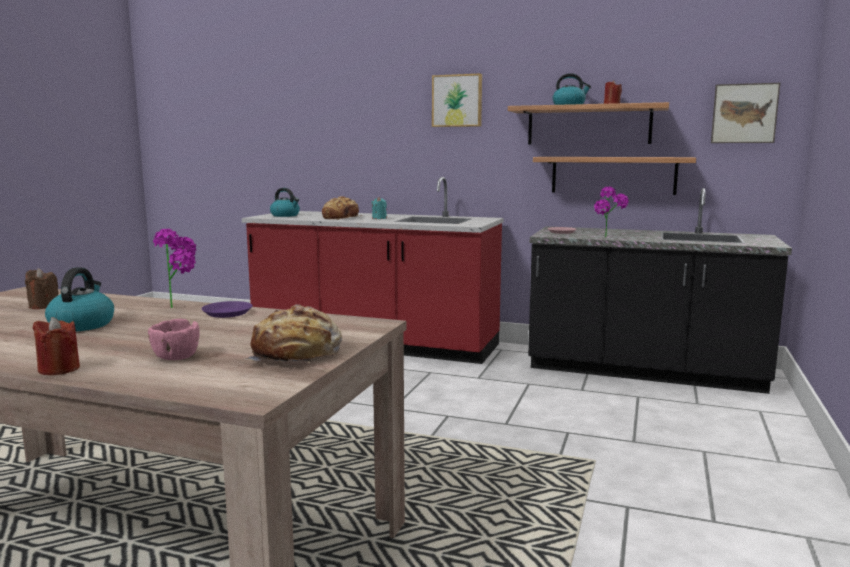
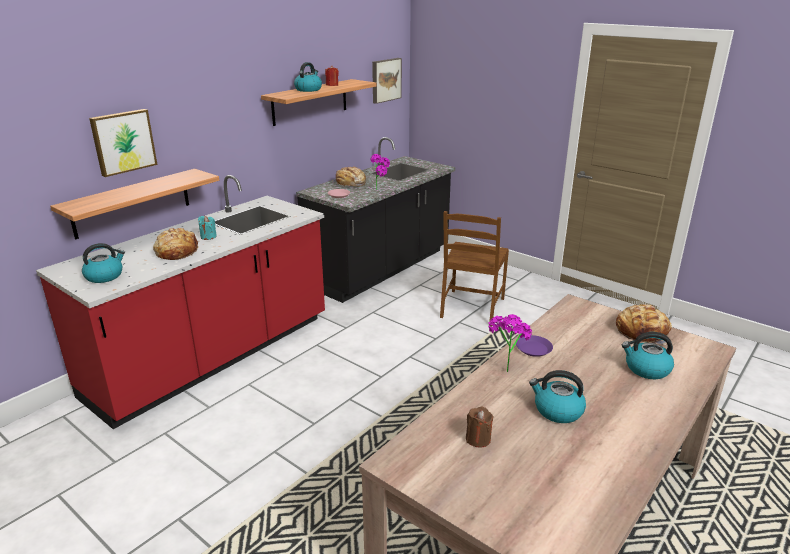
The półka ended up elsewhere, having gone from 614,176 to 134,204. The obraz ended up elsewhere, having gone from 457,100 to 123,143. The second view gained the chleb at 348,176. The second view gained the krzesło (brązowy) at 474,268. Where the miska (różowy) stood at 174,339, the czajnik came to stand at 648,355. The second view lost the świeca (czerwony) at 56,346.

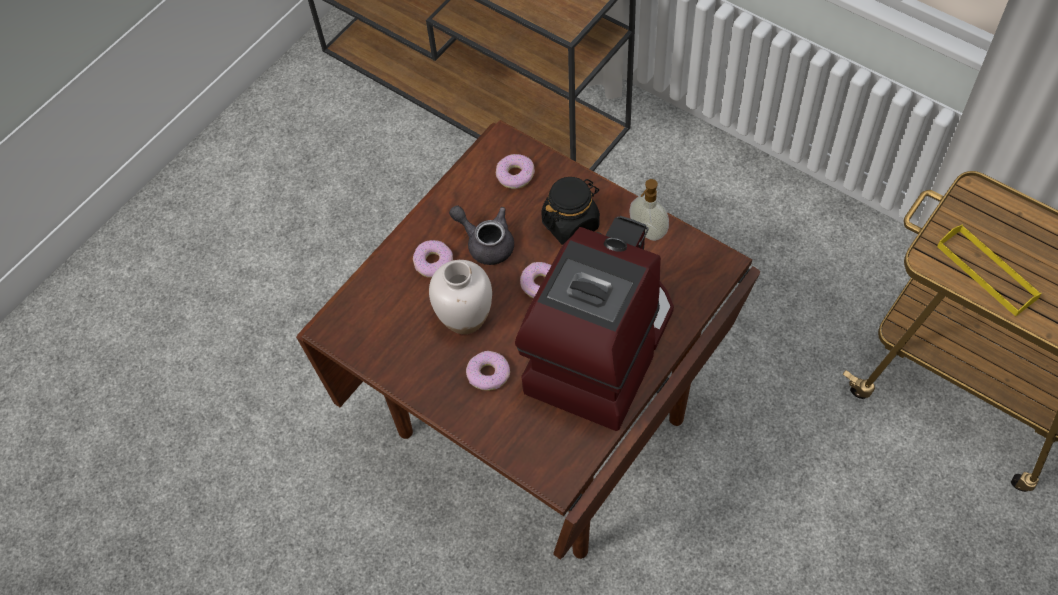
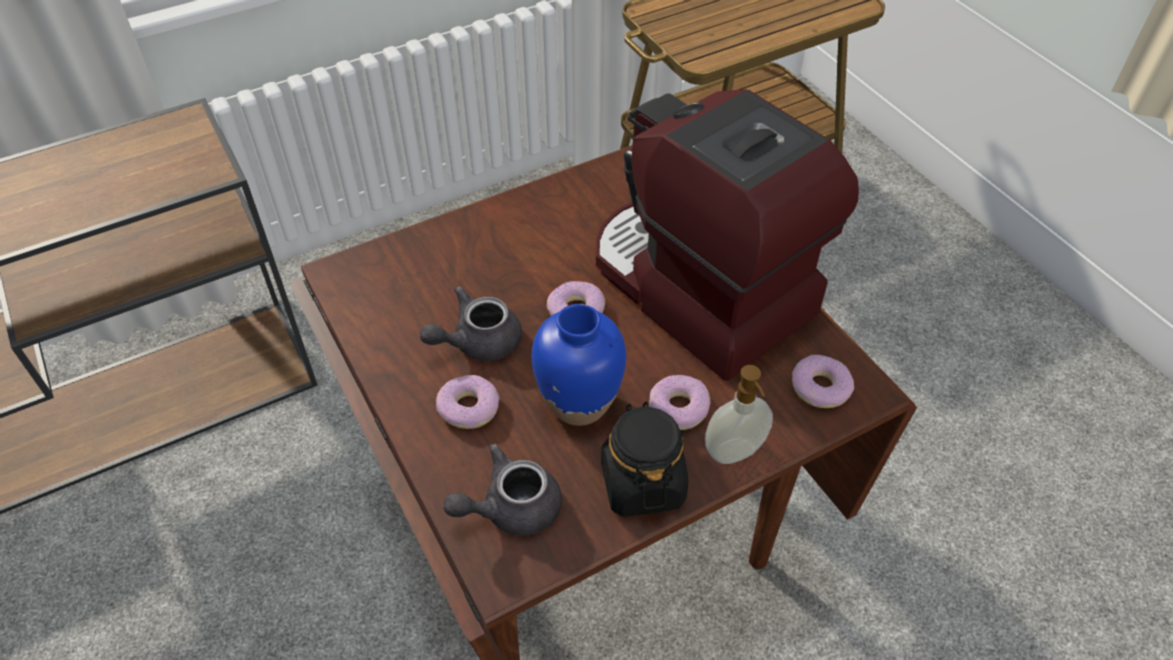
The second view gained the imbryk (szary) at 502,489. What was the wazon (biały) at 460,297 turned into the wazon (niebieski) at 579,365. The słoik (czarny) ended up elsewhere, having gone from 570,211 to 644,459. The dozownik mydła ended up elsewhere, having gone from 649,210 to 739,414. The donut ended up elsewhere, having gone from 515,171 to 823,381. The second view lost the taca (żółty) at 989,270.

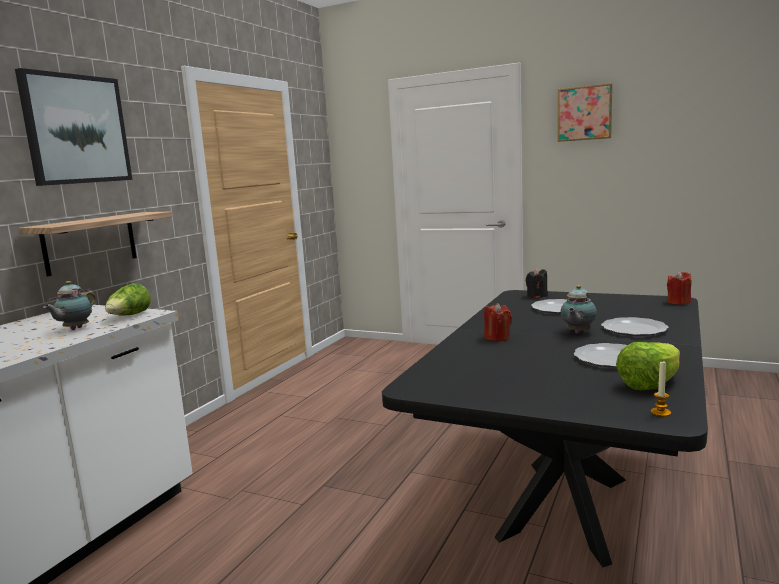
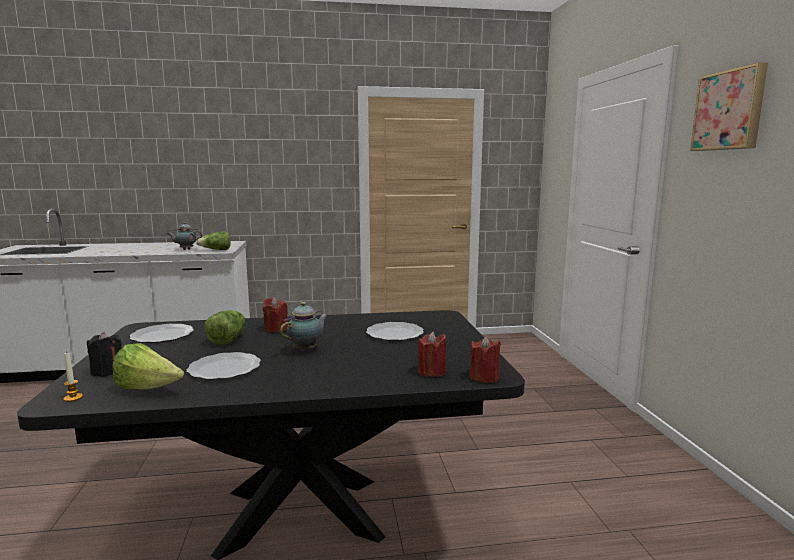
The świeca (czarny) ended up elsewhere, having gone from 537,283 to 104,354. The talerz ended up elsewhere, having gone from 635,326 to 162,333. The second view gained the sałata at 225,327. The imbryk at 578,309 ended up facing another way, 135 degrees clockwise from before. The second view gained the świeca (czerwony) at 432,354. The second view lost the obraz at 73,127. The second view lost the półka at 95,243.

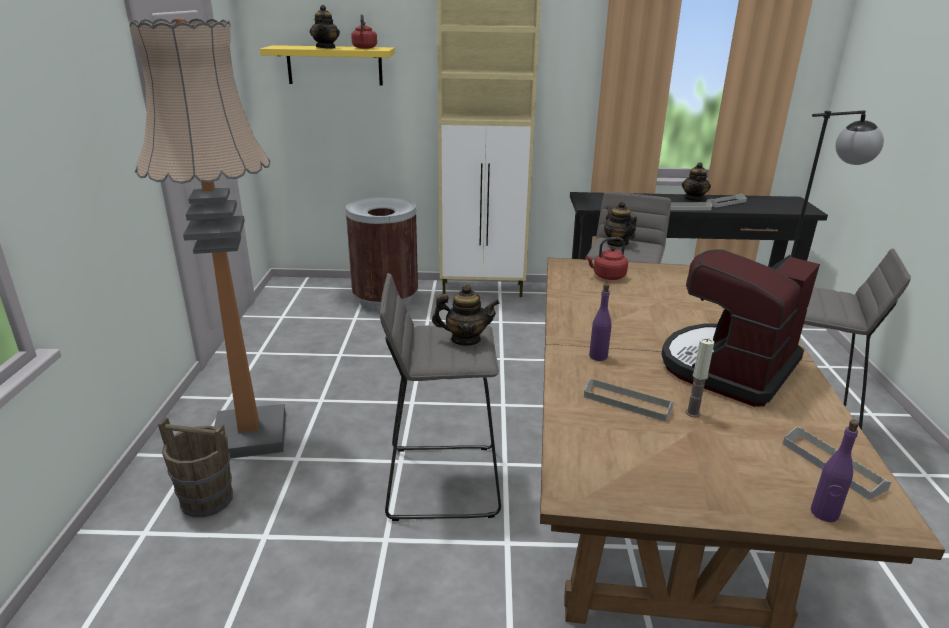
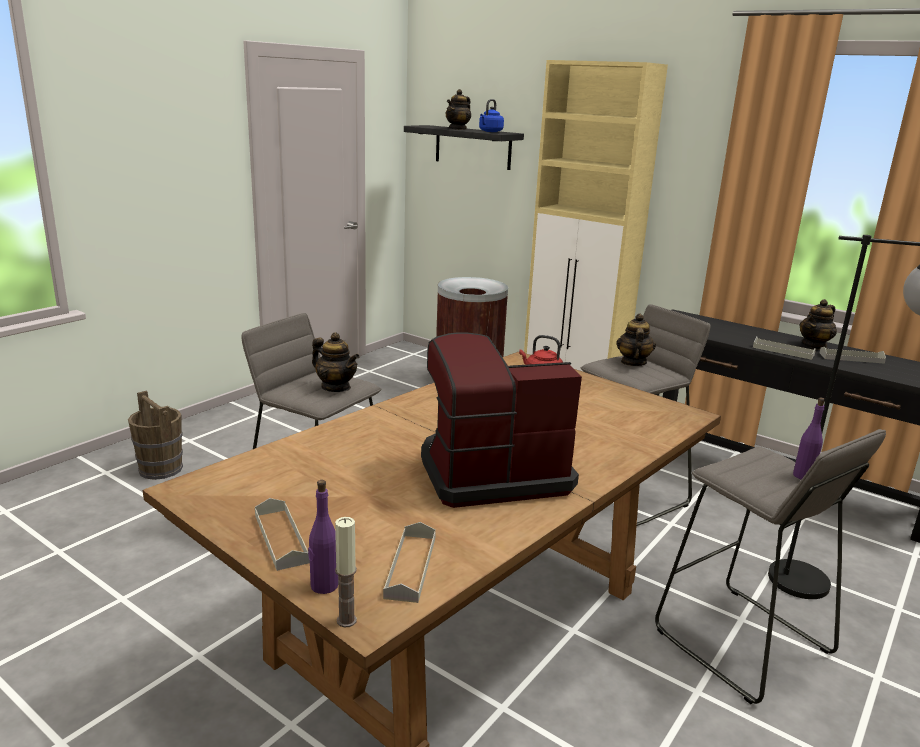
The taca (szary) ended up elsewhere, having gone from 629,400 to 282,534. The świeca ended up elsewhere, having gone from 700,377 to 346,572. What was the półka (żółty) at 327,65 turned into the półka (czarny) at 464,147. What was the czajnik (czerwony) at 364,31 turned into the czajnik (niebieski) at 491,115. The butelka (fioletowy) ended up elsewhere, having gone from 600,322 to 809,439. The second view lost the lampa stojąca at 207,238.

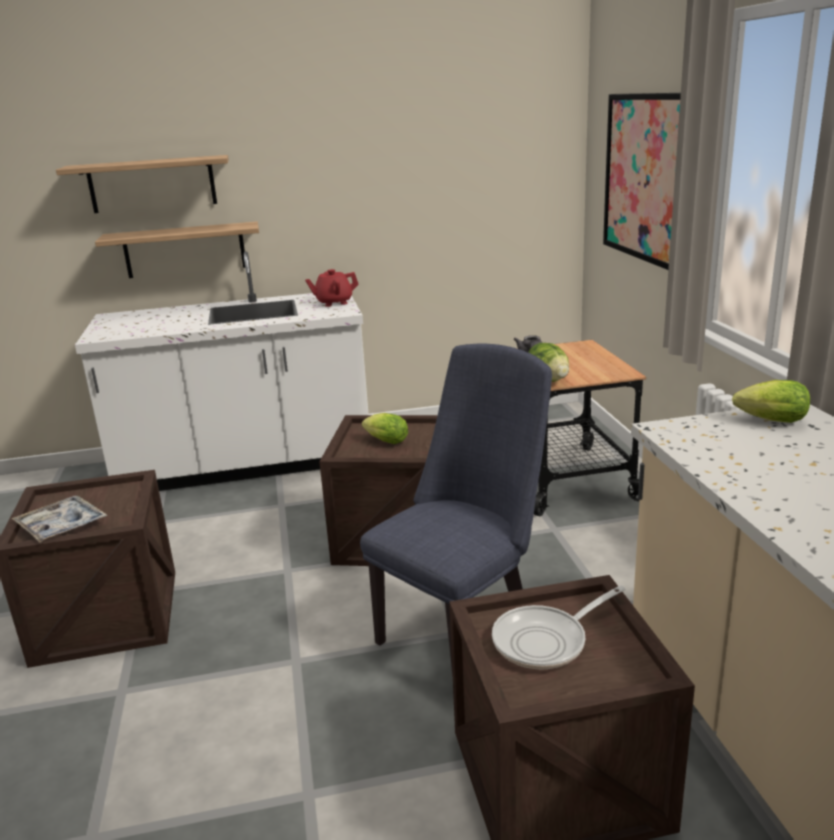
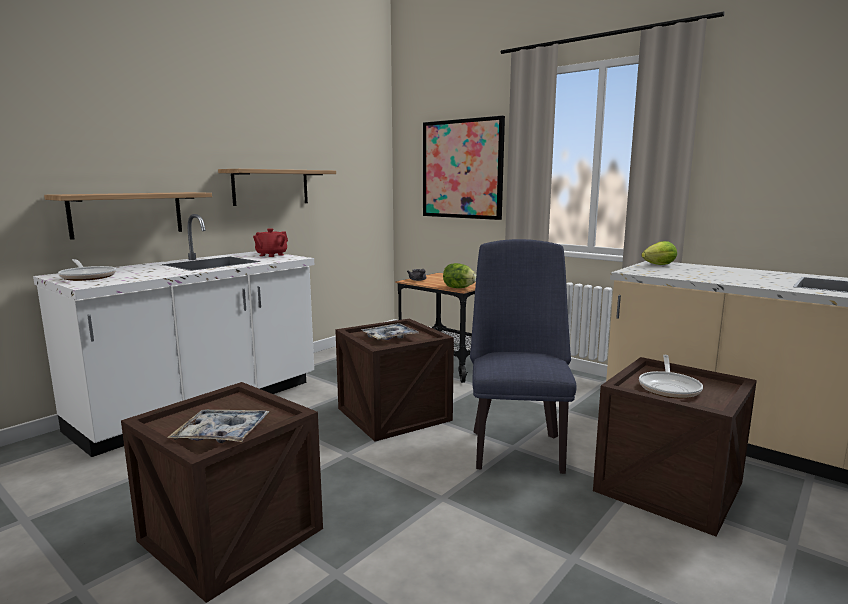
The second view gained the patelnia at 87,270. The półka ended up elsewhere, having gone from 142,184 to 277,187. Where the sałata stood at 385,428, the taca came to stand at 390,331.

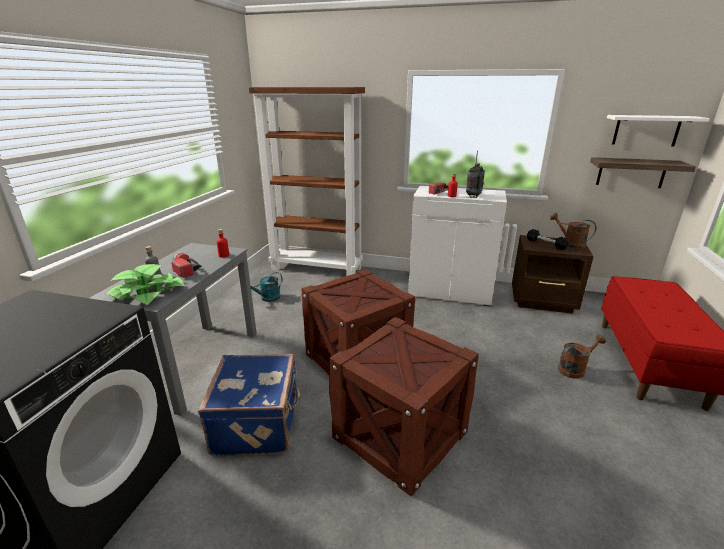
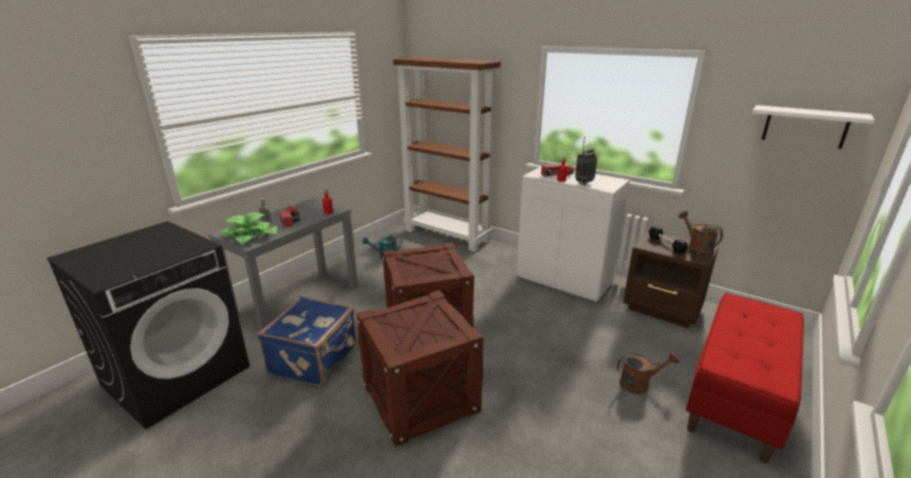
The second view lost the półka at 643,172.

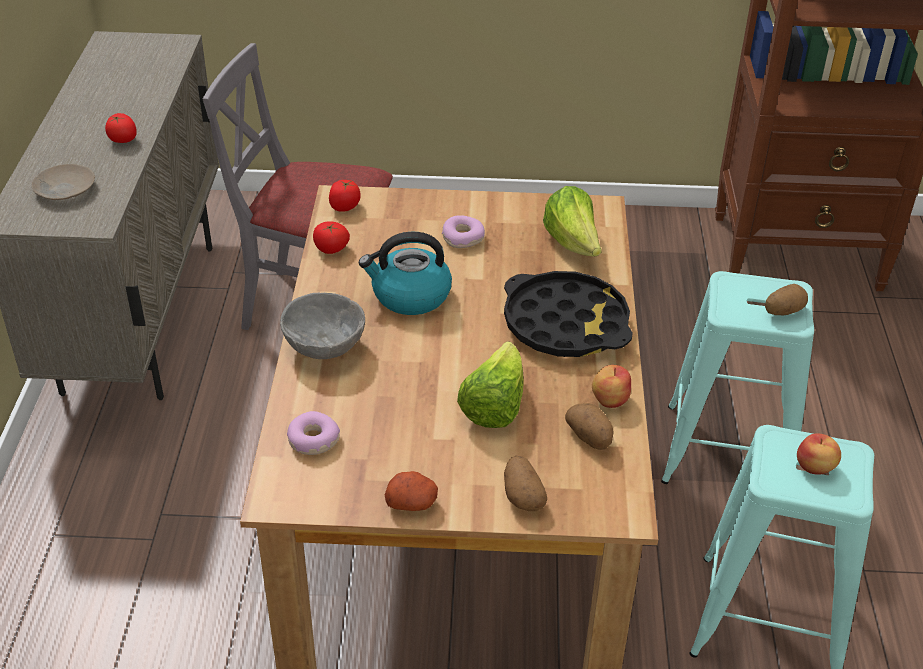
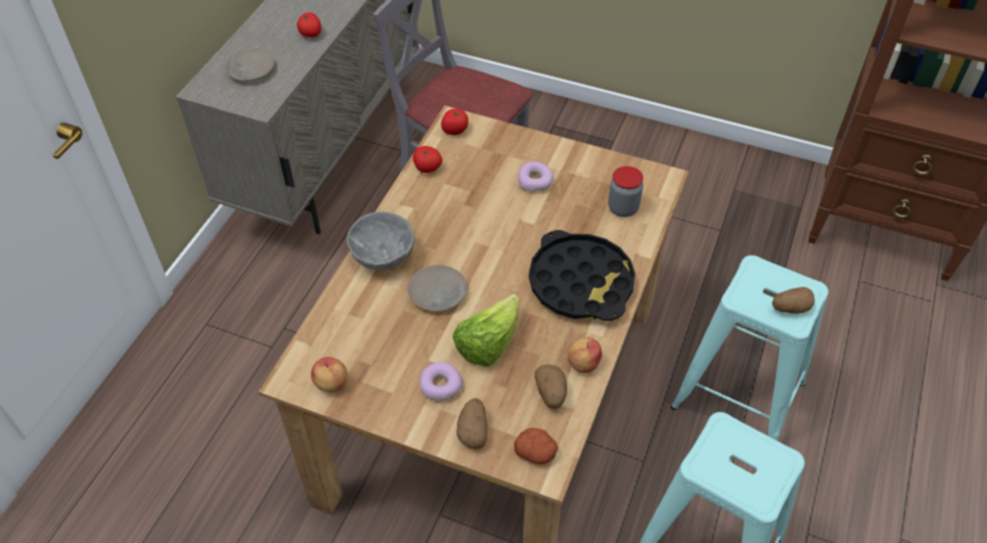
The jabłko ended up elsewhere, having gone from 819,454 to 329,374. The second view gained the talerz (beżowy) at 437,288. The donut ended up elsewhere, having gone from 313,433 to 441,381. The ziemniak ended up elsewhere, having gone from 411,491 to 536,446. Where the sałata stood at 572,221, the słoik came to stand at 625,191. The second view lost the czajnik at 405,273.

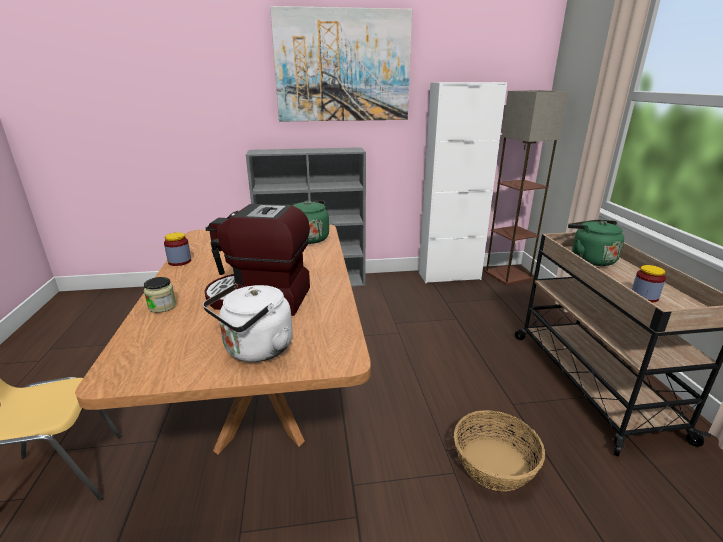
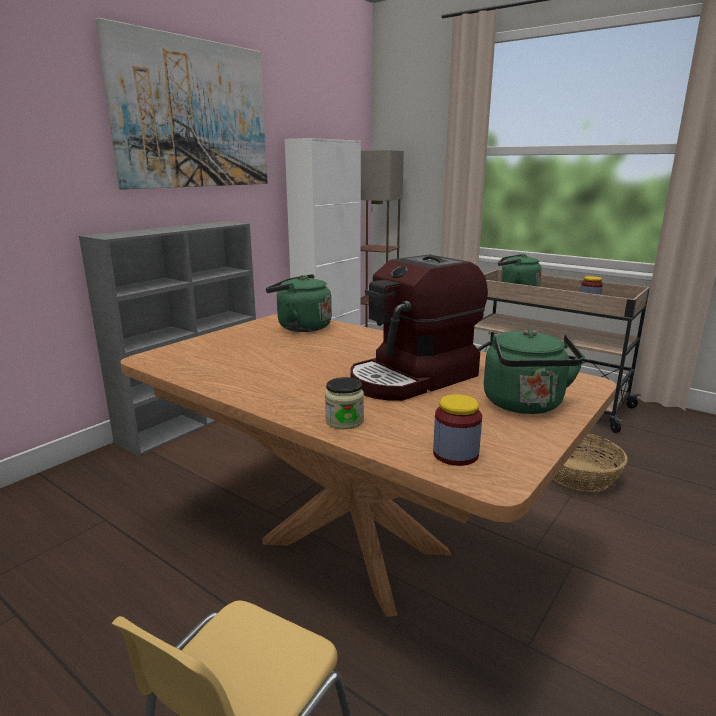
The słoik ended up elsewhere, having gone from 177,249 to 457,430. What was the czajnik (biały) at 248,322 turned into the czajnik (zielony) at 534,371.

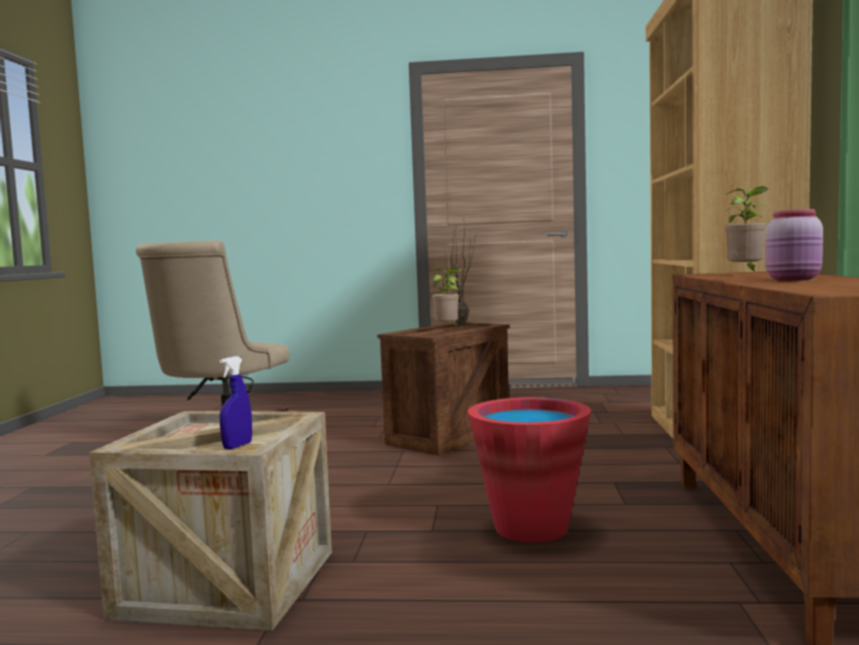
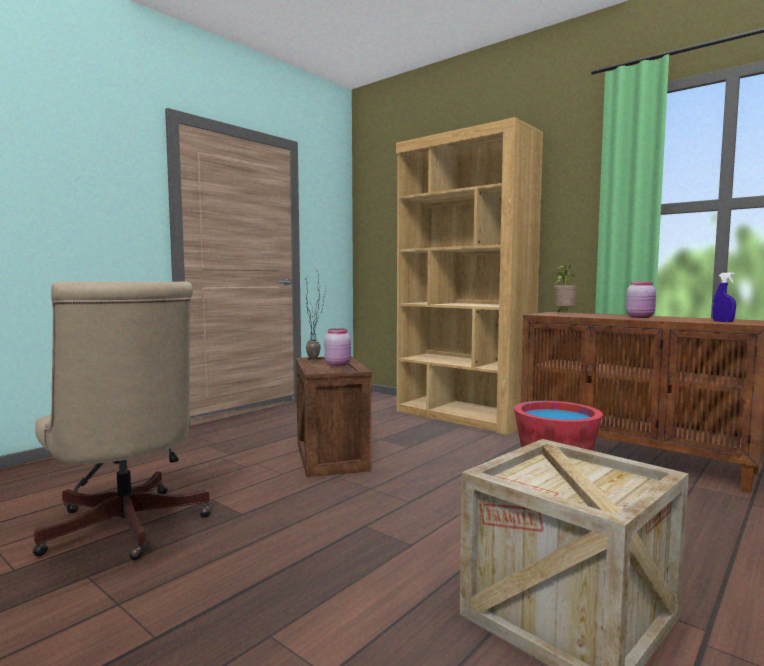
Where the roślina doniczkowa stood at 446,298, the słoik (różowy) came to stand at 337,347. The spryskiwacz (niebieski) ended up elsewhere, having gone from 236,402 to 724,297.

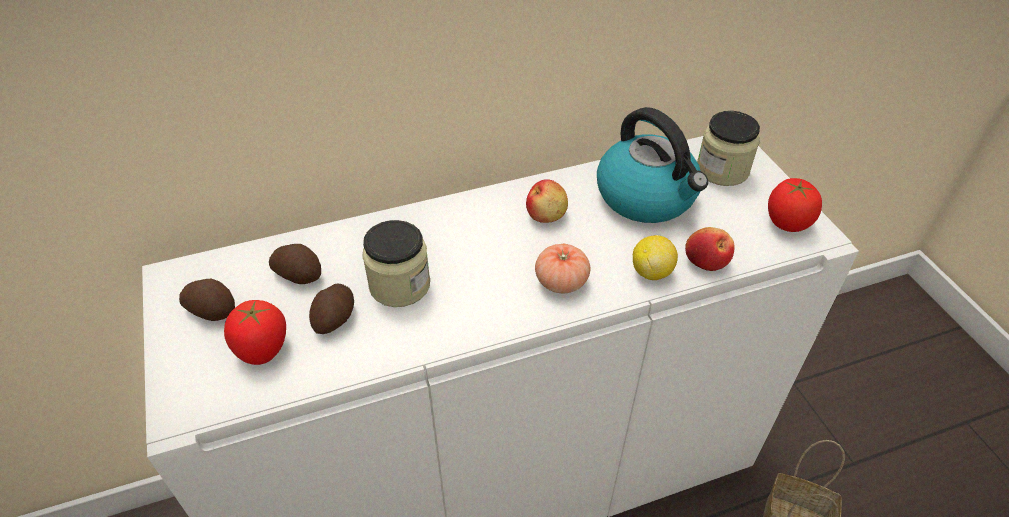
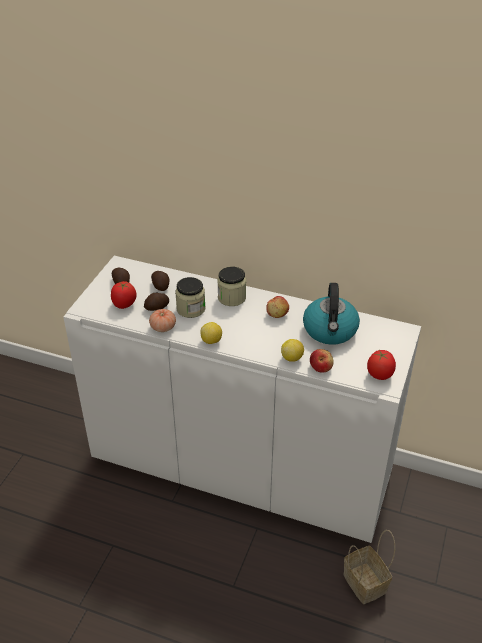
The pomidor ended up elsewhere, having gone from 563,268 to 162,320. The second view gained the cytryna at 211,333. The słoik ended up elsewhere, having gone from 728,148 to 231,286.

